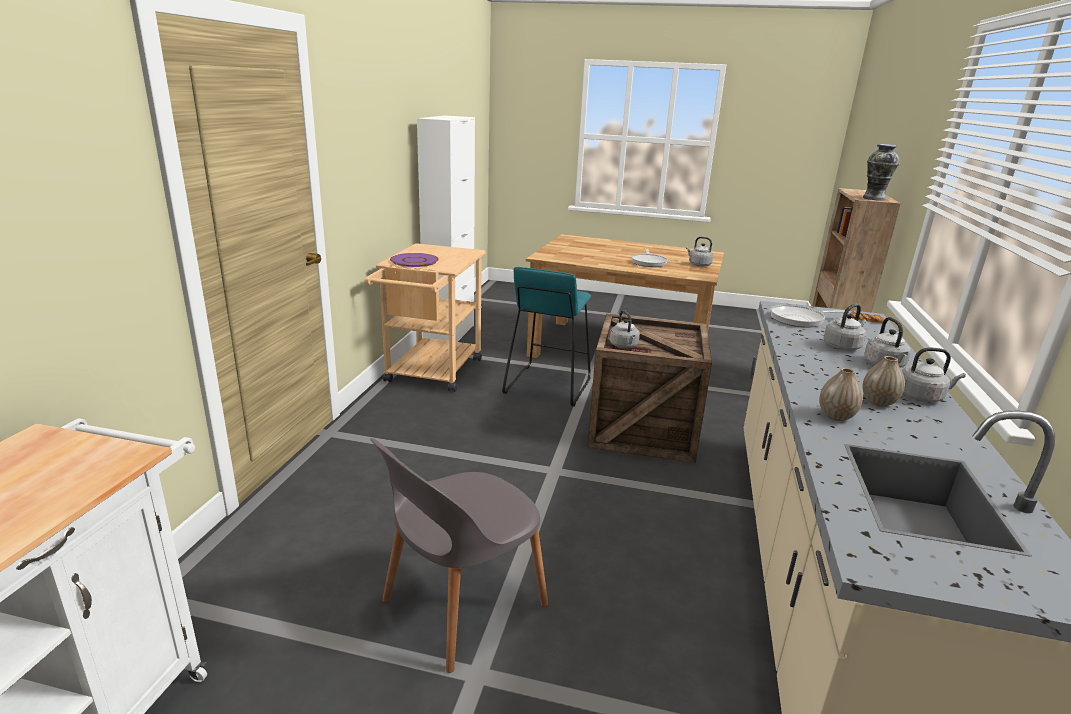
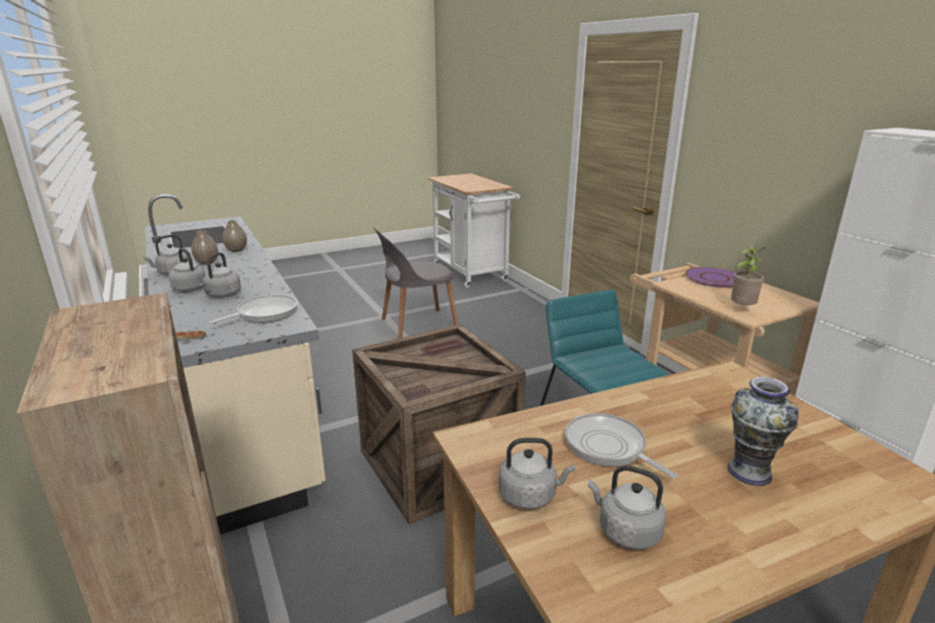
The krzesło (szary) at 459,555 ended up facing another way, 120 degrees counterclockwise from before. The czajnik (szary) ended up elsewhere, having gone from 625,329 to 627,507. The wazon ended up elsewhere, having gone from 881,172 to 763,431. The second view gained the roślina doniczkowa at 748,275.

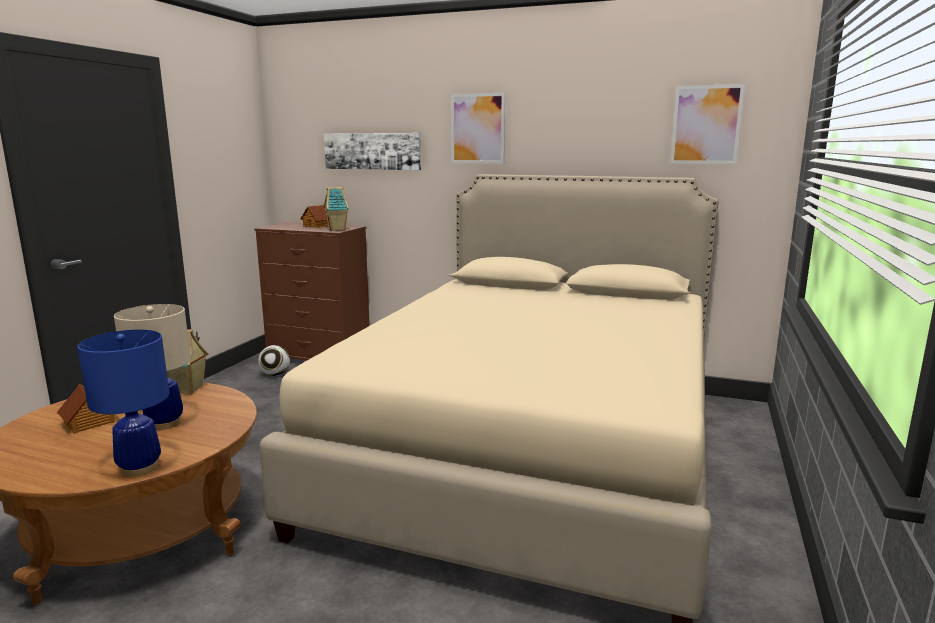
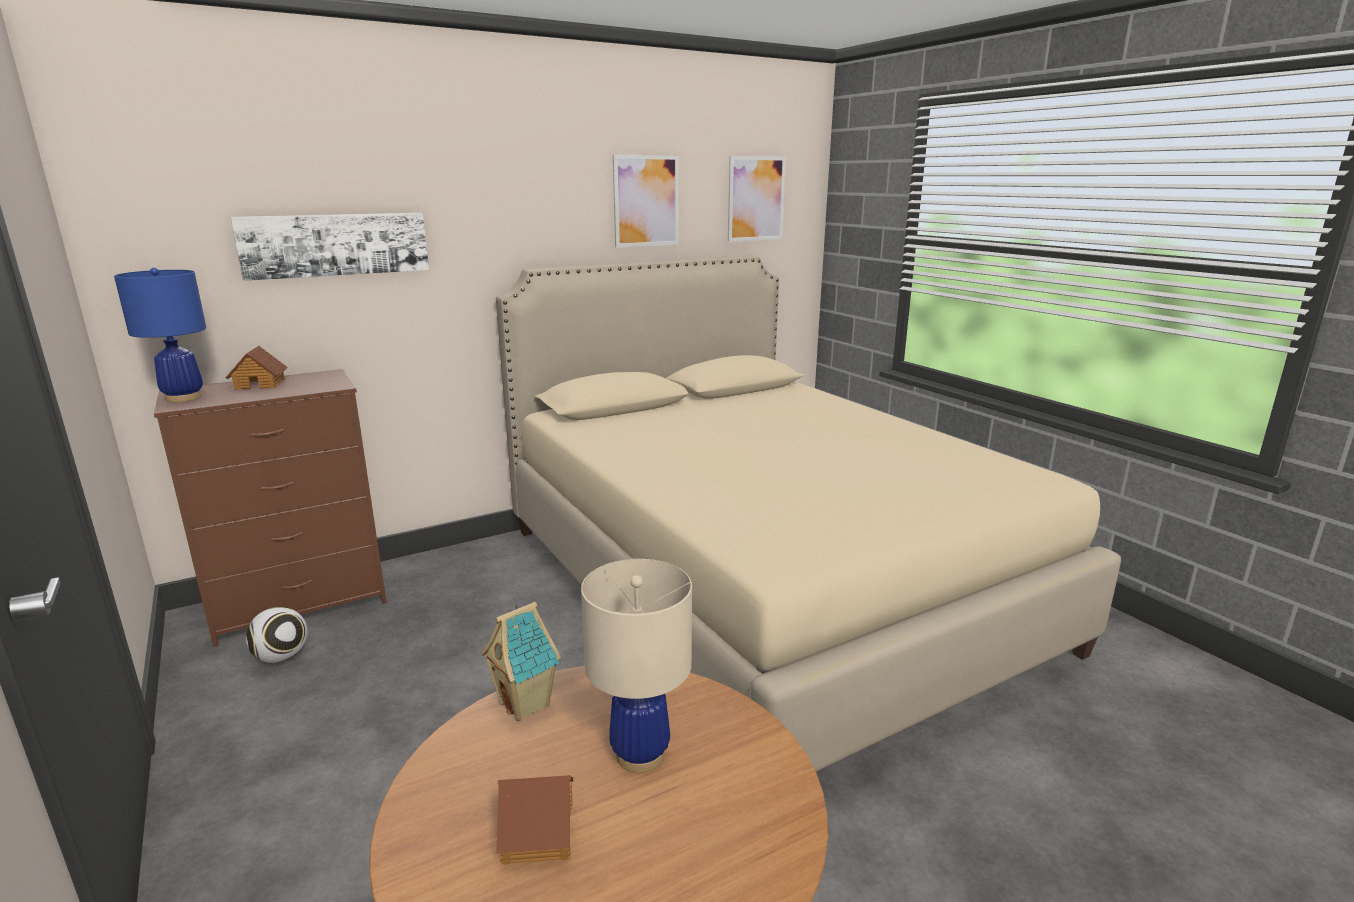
The lampa stołowa (niebieski) ended up elsewhere, having gone from 123,403 to 160,335. The obraz ended up elsewhere, having gone from 478,128 to 646,201. The second view lost the domek at 336,209.

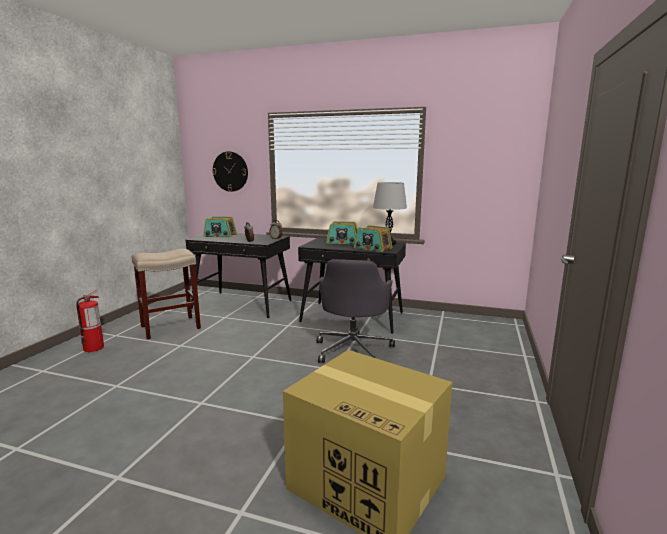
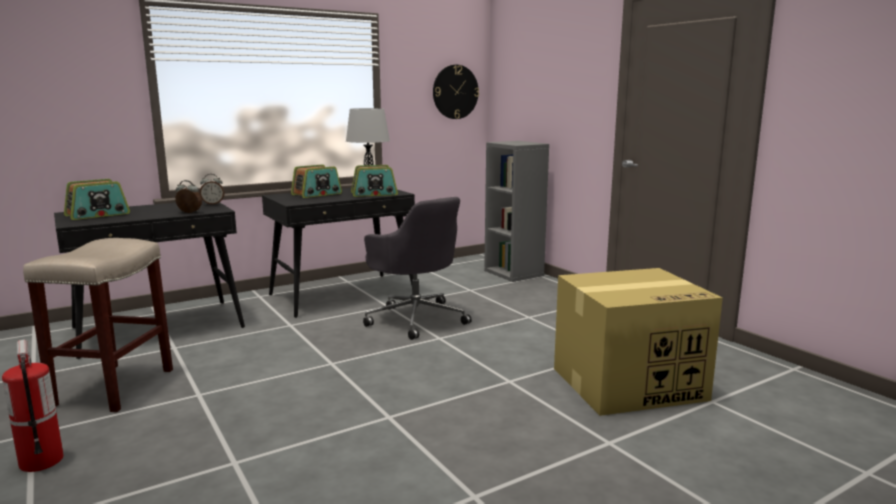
The zegar ścienny ended up elsewhere, having gone from 230,172 to 456,92. The second view gained the regał (szary) at 516,211.

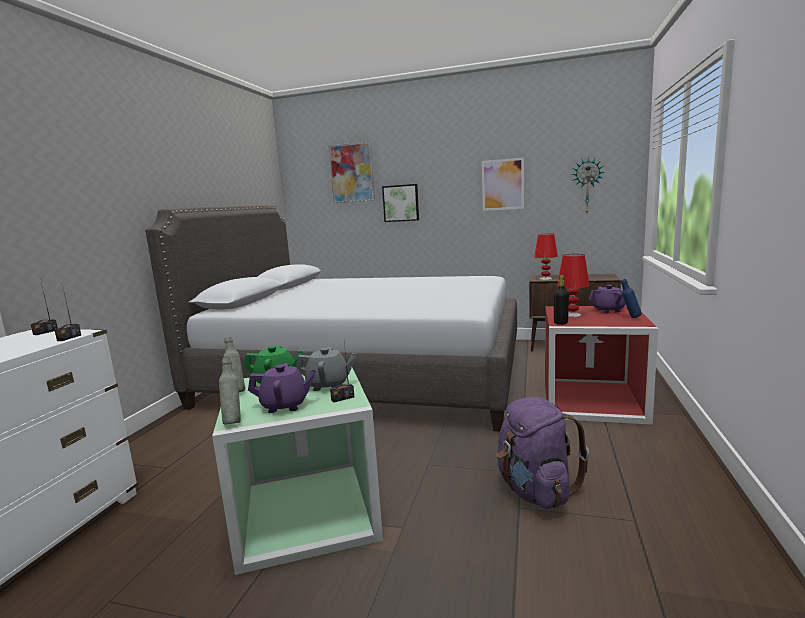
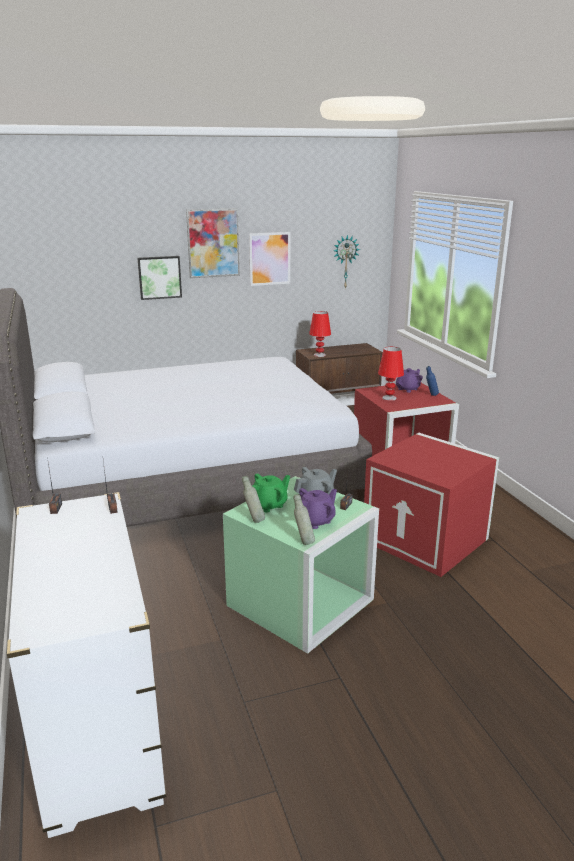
The obraz ended up elsewhere, having gone from 351,172 to 213,243. Where the plecak (fioletowy) stood at 542,453, the pojemnik do przechowywania (czerwony) came to stand at 431,505. The second view lost the butelka (czarny) at 561,300.

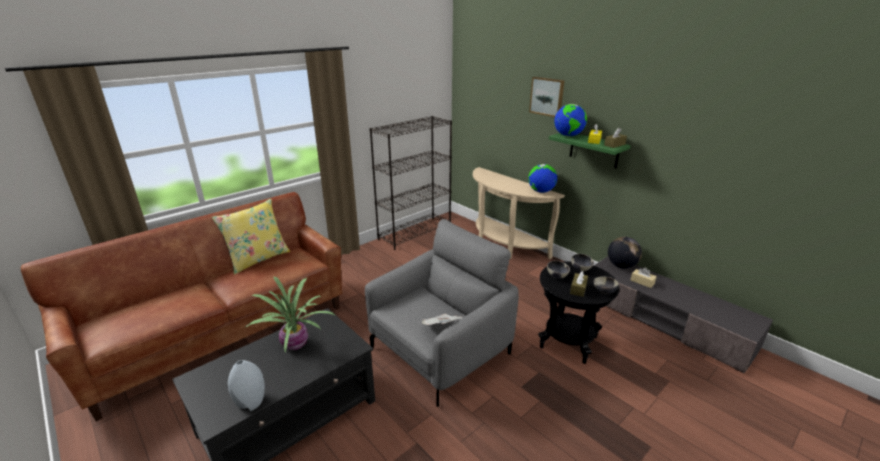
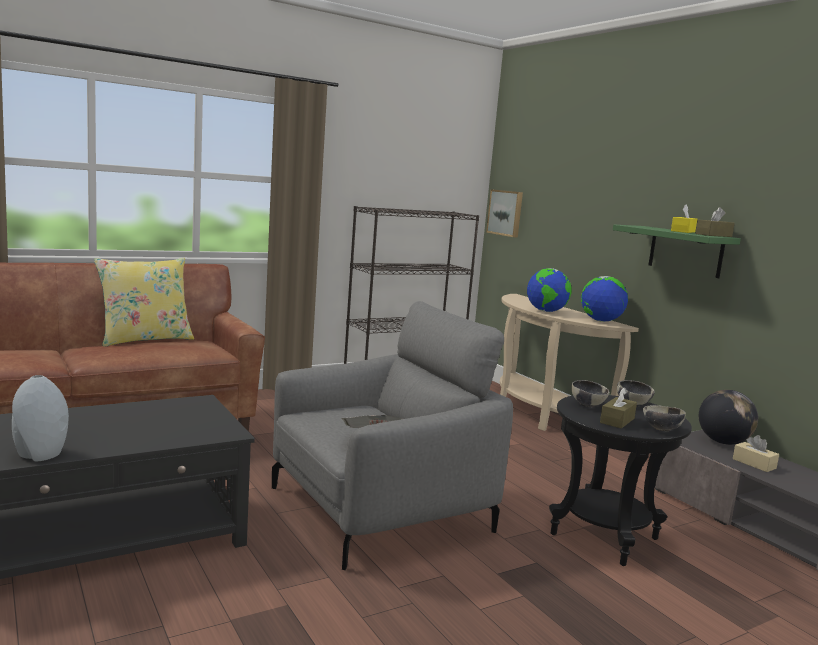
The obraz ended up elsewhere, having gone from 547,97 to 504,213. The globus ended up elsewhere, having gone from 570,120 to 549,290. The second view lost the roślina doniczkowa at 290,315.

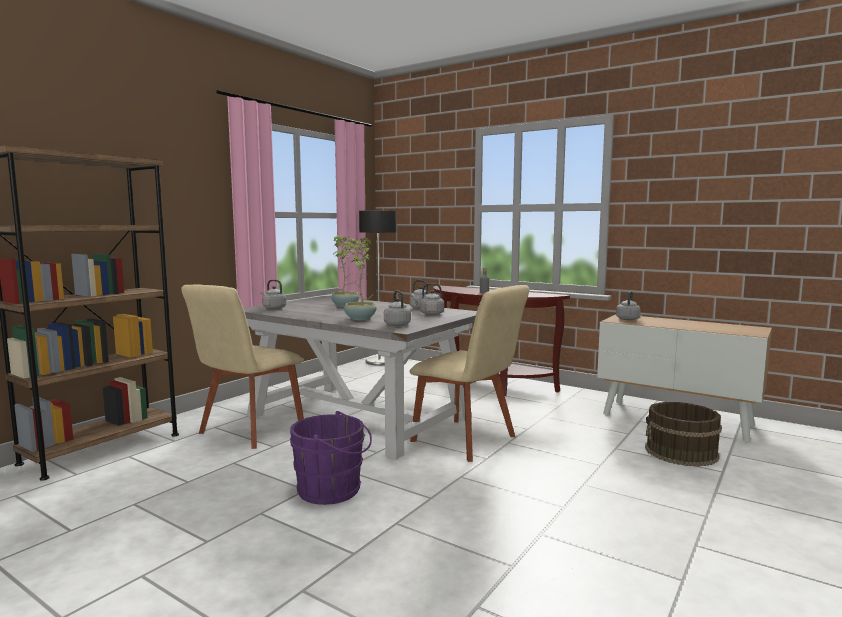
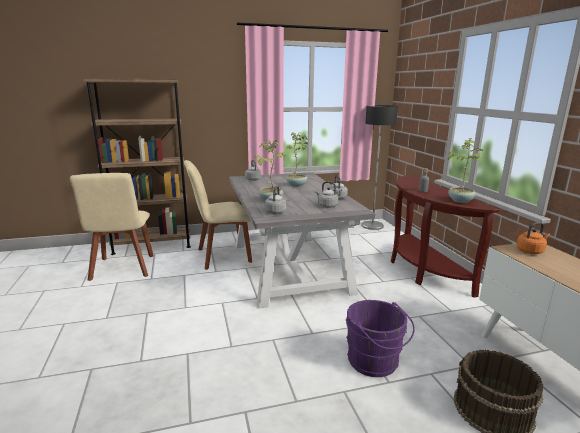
The krzesło (beżowy) ended up elsewhere, having gone from 469,373 to 112,227. The wiadro (fioletowy) ended up elsewhere, having gone from 331,458 to 380,338. The second view gained the roślina doniczkowa at 465,170. What was the czajnik (szary) at 628,305 turned into the czajnik (pomarańczowy) at 533,238.

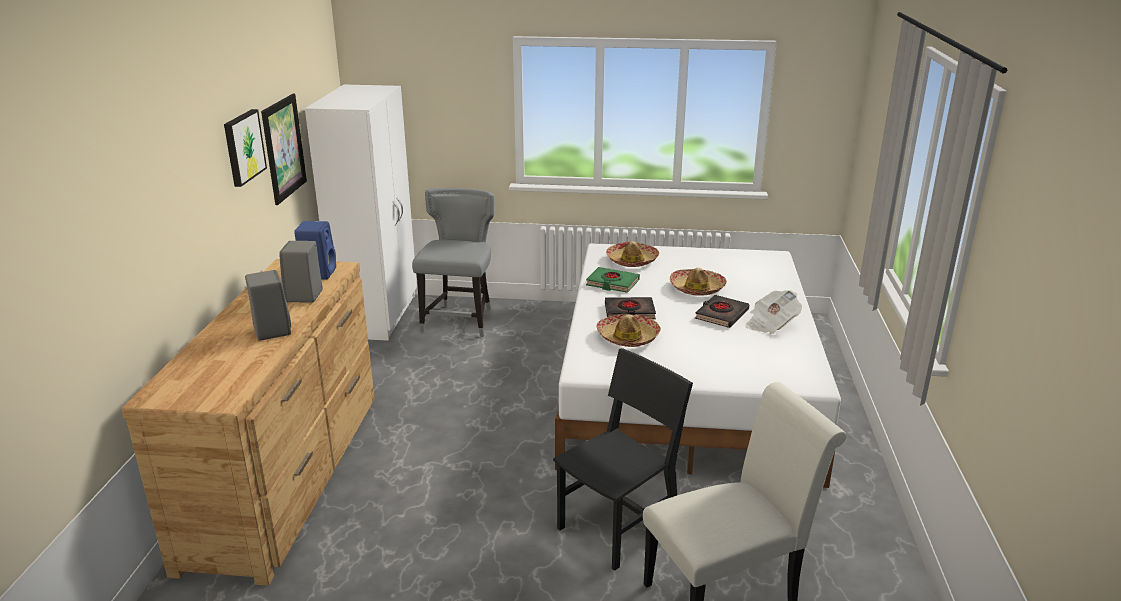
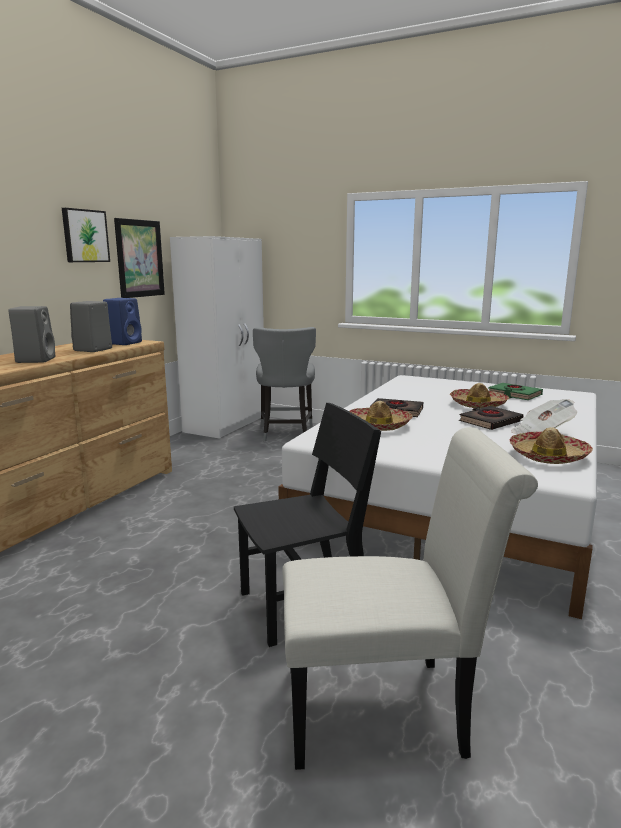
The krzesło (szary) at 453,262 ended up facing another way, 150 degrees clockwise from before. The książka (zielony) ended up elsewhere, having gone from 613,280 to 515,391. The kapelusz ended up elsewhere, having gone from 632,254 to 551,445.

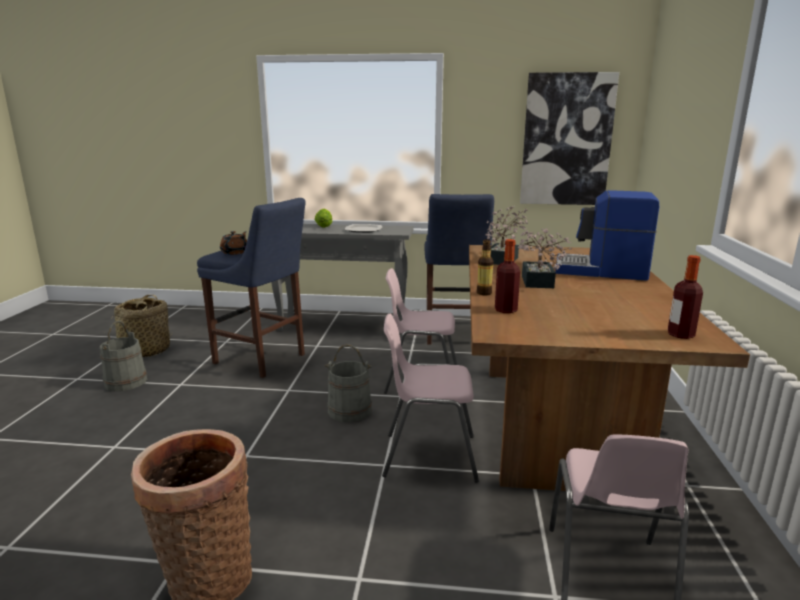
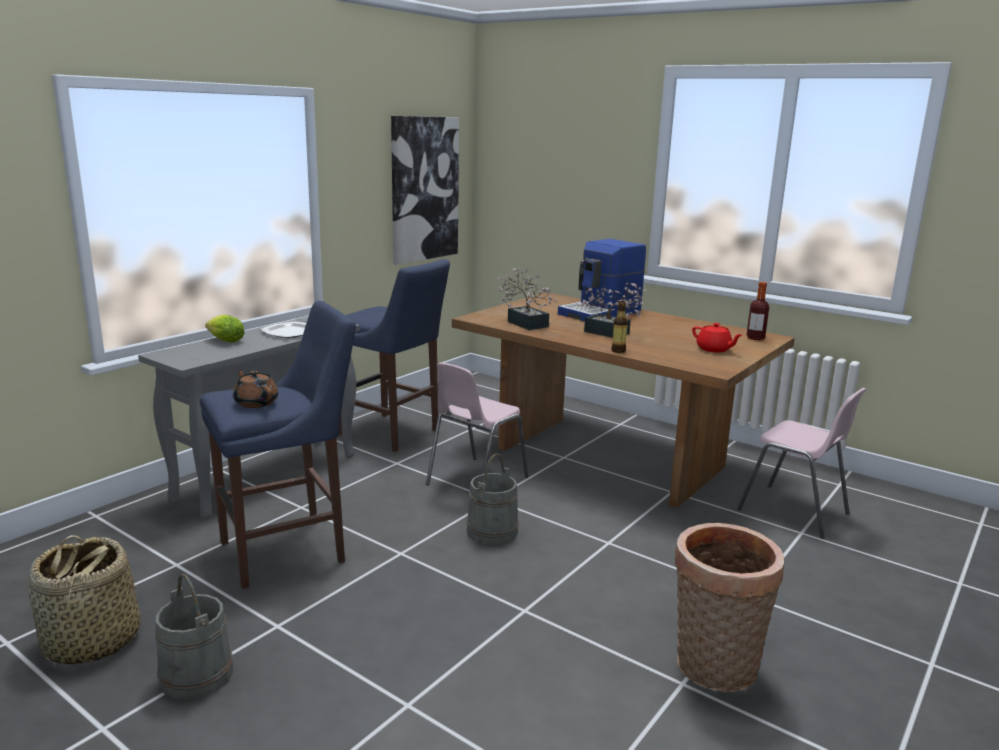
The second view gained the imbryk (czerwony) at 717,338. The second view lost the krzesło (różowy) at 430,398. The second view lost the butelka at 507,276.

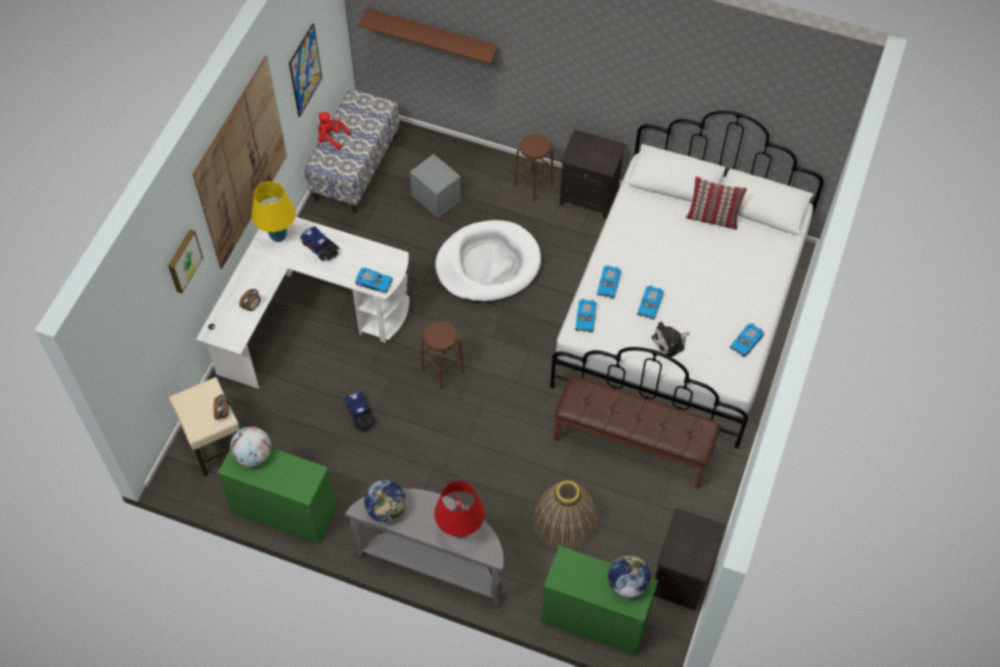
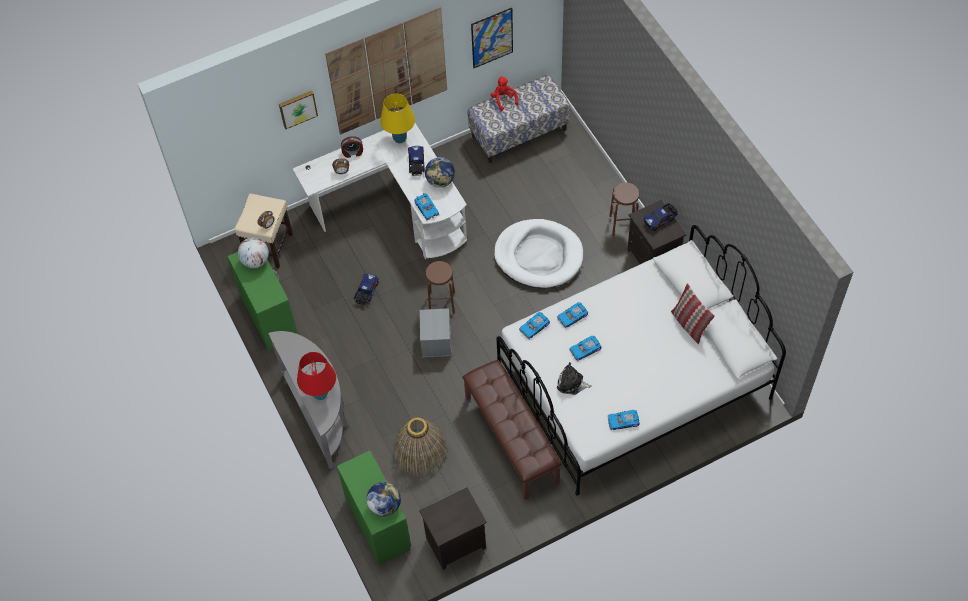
The second view gained the budzik at 352,147. The pojemnik do przechowywania (szary) ended up elsewhere, having gone from 435,185 to 435,333. The globus ended up elsewhere, having gone from 385,501 to 440,172. The second view gained the ciężarówka zabawkowa at 660,217. The second view lost the półka (brązowy) at 428,36.

